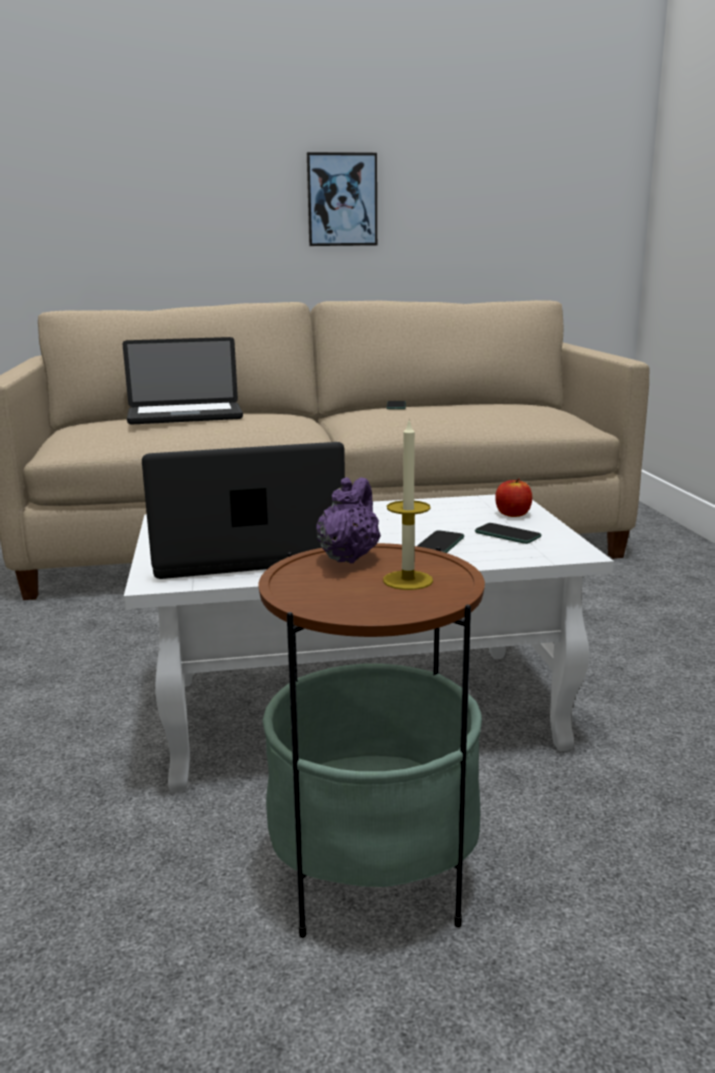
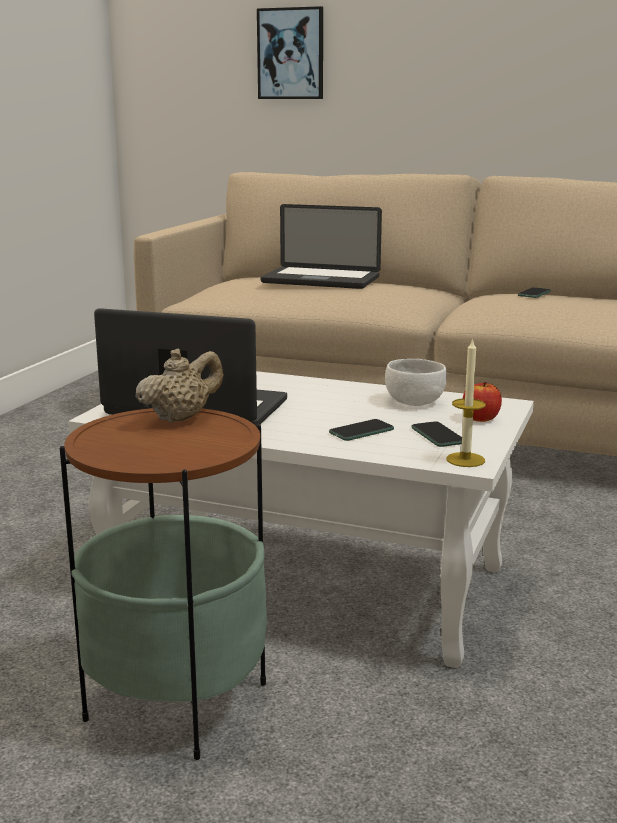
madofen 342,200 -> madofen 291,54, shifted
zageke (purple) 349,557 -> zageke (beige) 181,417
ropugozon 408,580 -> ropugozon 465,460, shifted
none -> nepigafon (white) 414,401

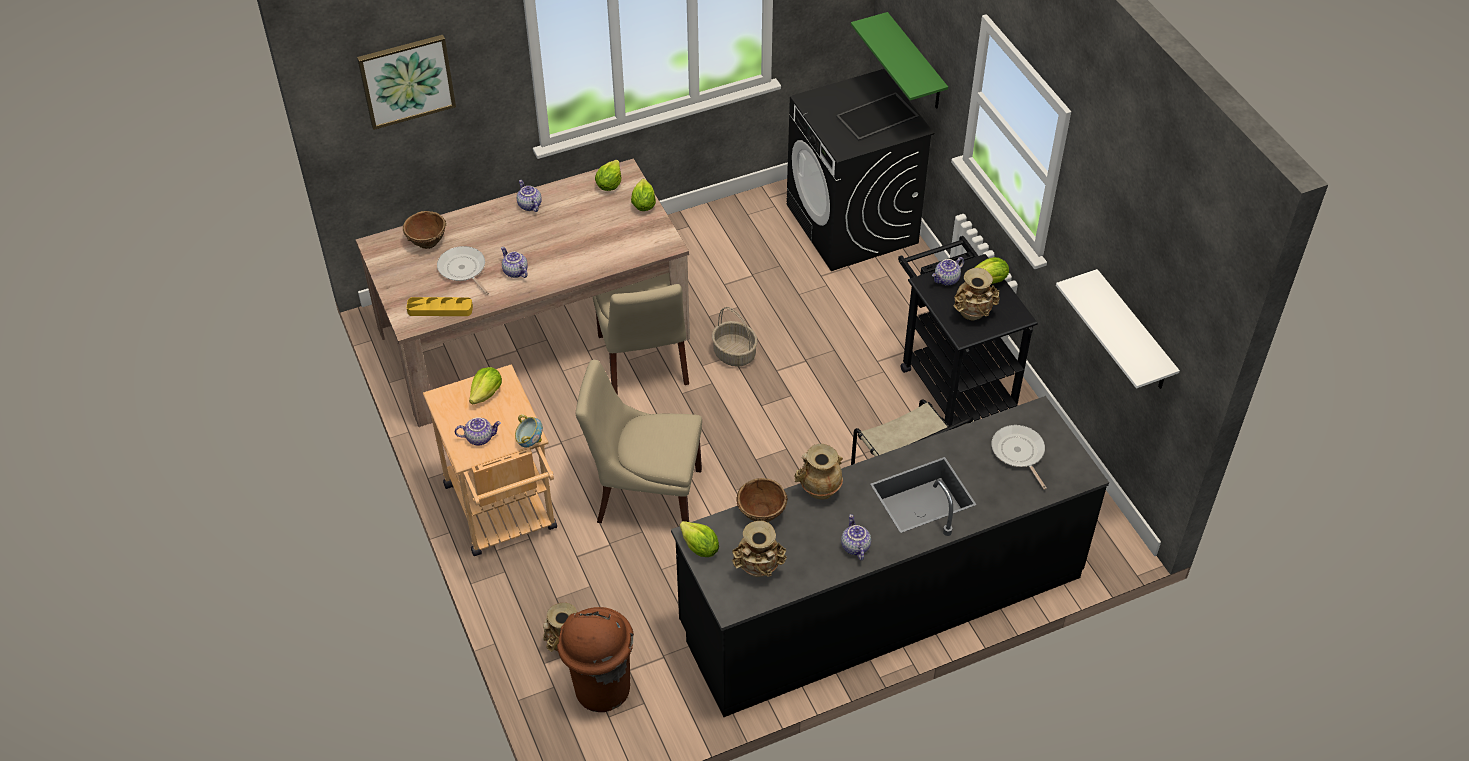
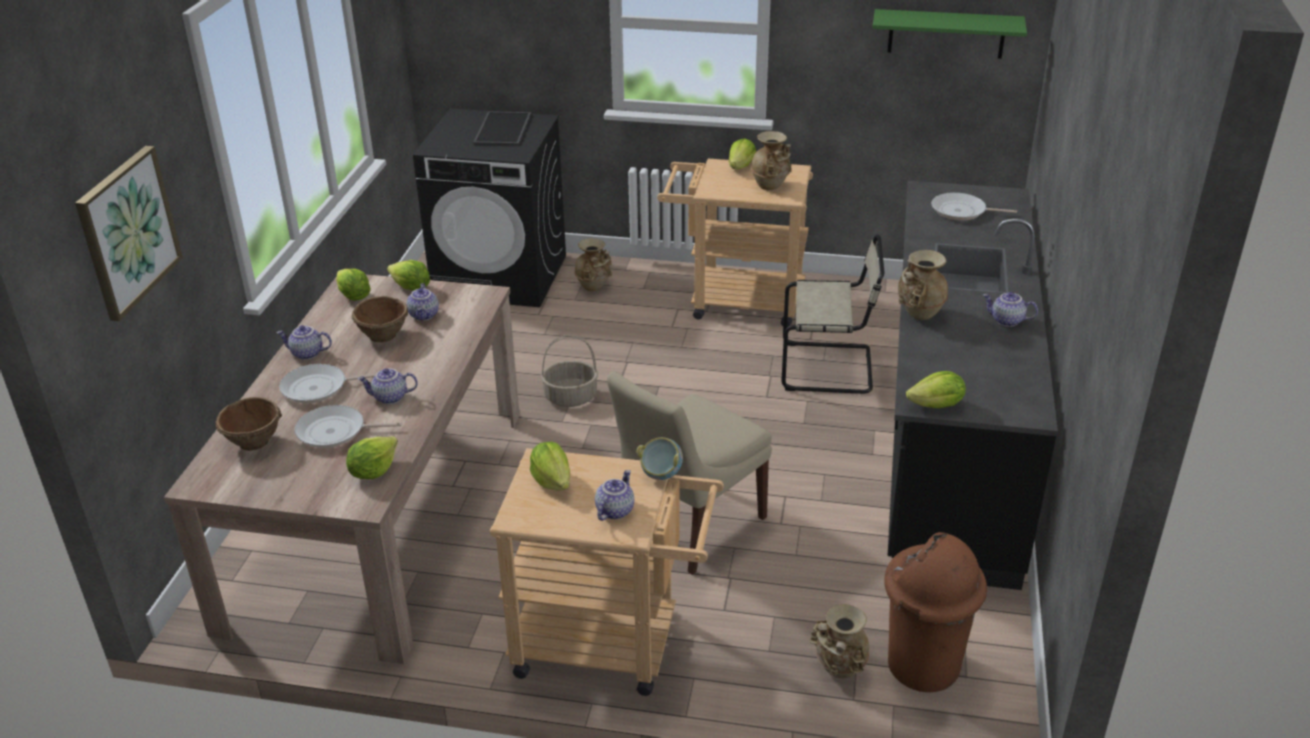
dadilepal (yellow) 440,309 -> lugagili 373,471
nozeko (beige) 643,363 -> none
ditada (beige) 758,569 -> ditada (beige) 594,287, shifted
nepigafon (brown) 761,514 -> nepigafon (brown) 384,336, shifted
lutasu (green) 915,63 -> lutasu (green) 946,34, shifted
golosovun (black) 952,380 -> golosovun (beige) 735,301
zageke 947,280 -> zageke 424,315, shifted
lutasu (white) 1133,333 -> none
none -> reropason 318,388

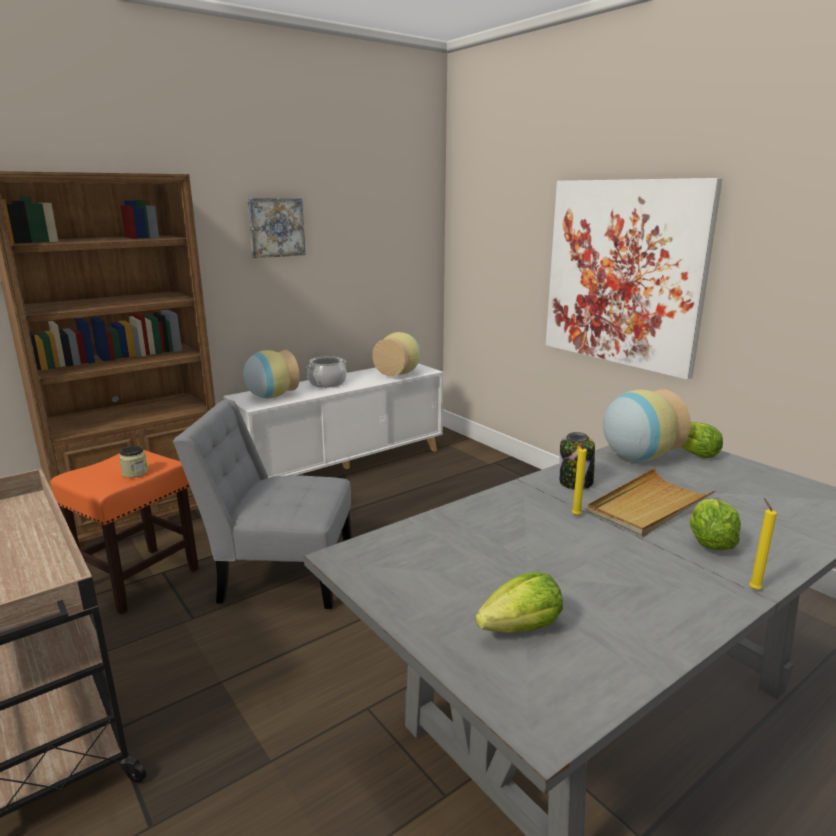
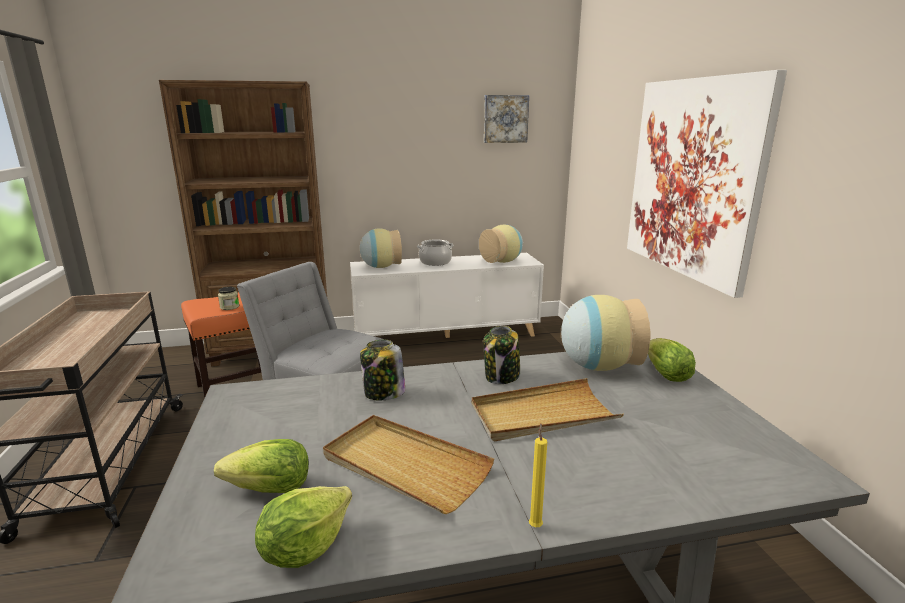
madofen 275,227 -> madofen 505,119, shifted
ropugozon (yellow) 574,515 -> none
lugagili 709,543 -> lugagili 304,548, shifted
none -> dadilepal (beige) 404,466
none -> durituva 383,393

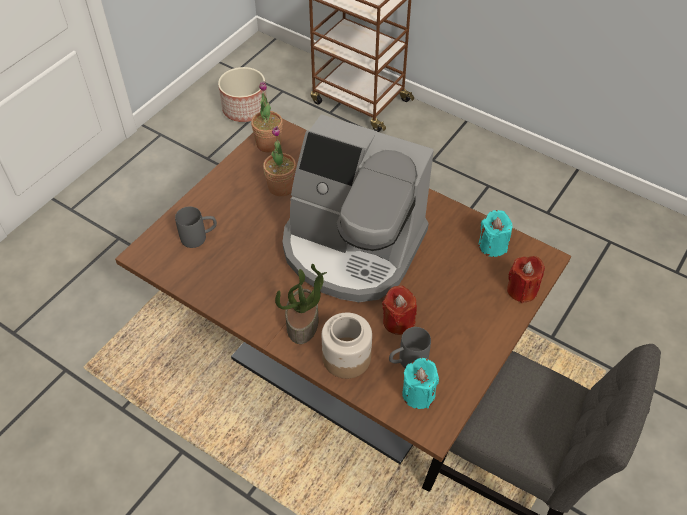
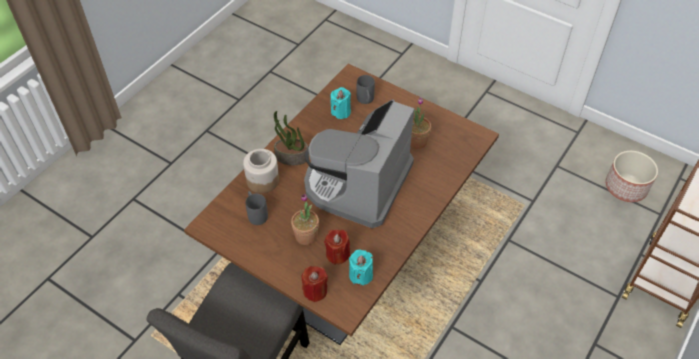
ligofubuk 269,144 -> ligofubuk 306,236, shifted
ropugozon (red) 398,321 -> ropugozon (red) 337,254, shifted
ropugozon (turquoise) 418,394 -> ropugozon (turquoise) 340,112, shifted

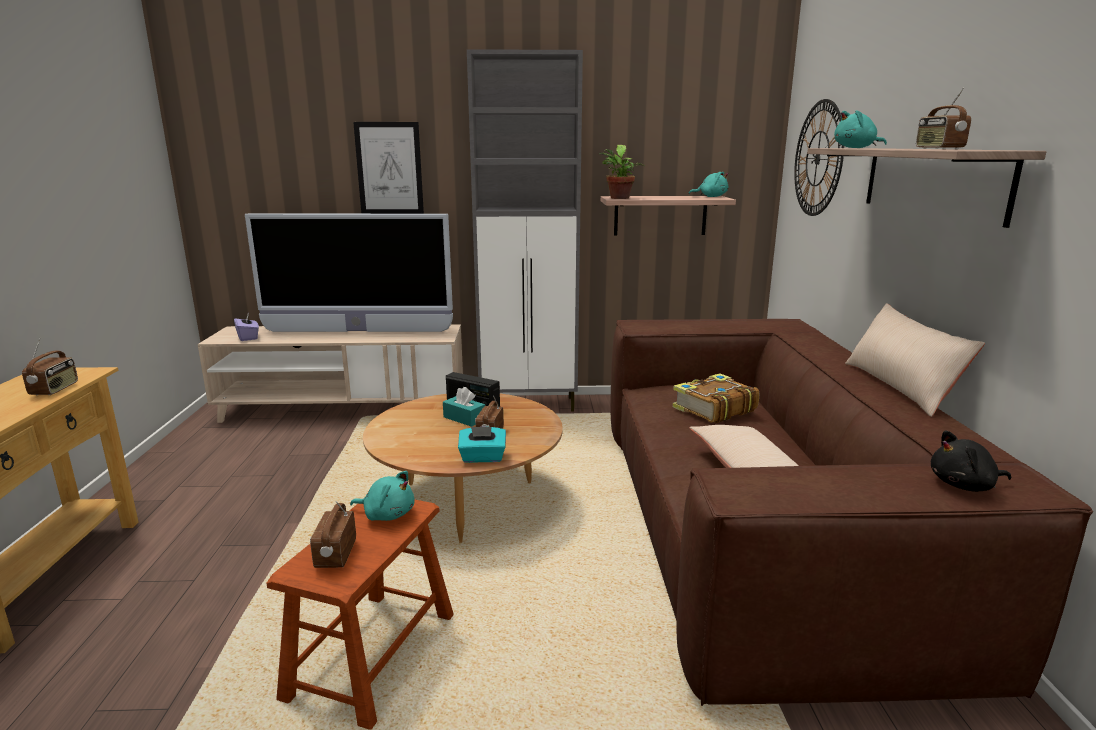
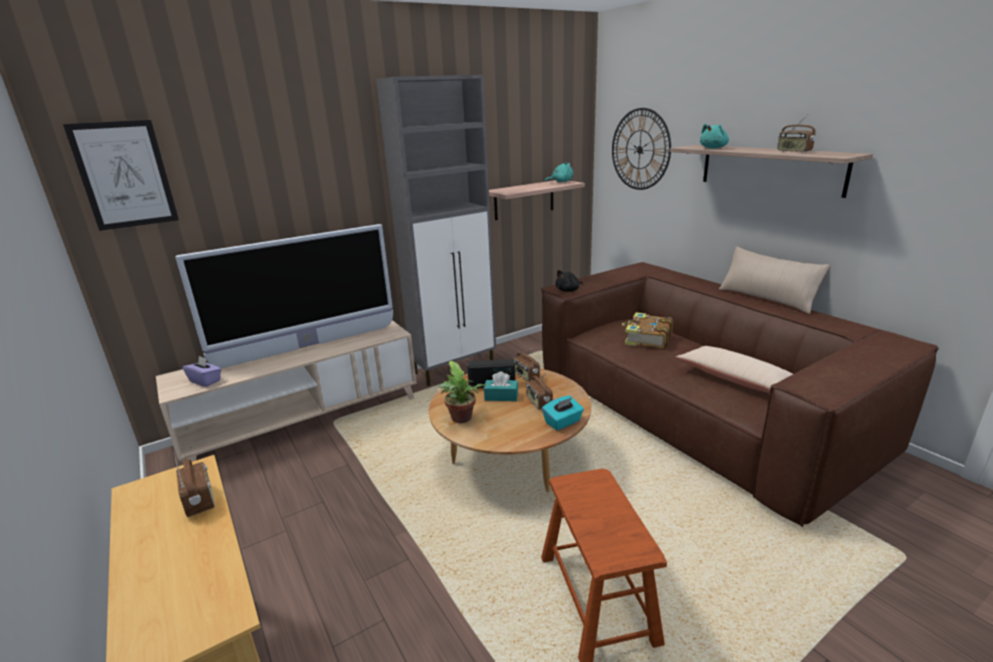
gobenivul 335,555 -> gobenivul 525,376, shifted
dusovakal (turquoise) 387,514 -> none
madofen 389,168 -> madofen 124,175, shifted
ligofubuk 619,198 -> ligofubuk 462,419, shifted
dusovakal (black) 964,485 -> dusovakal (black) 568,290, shifted

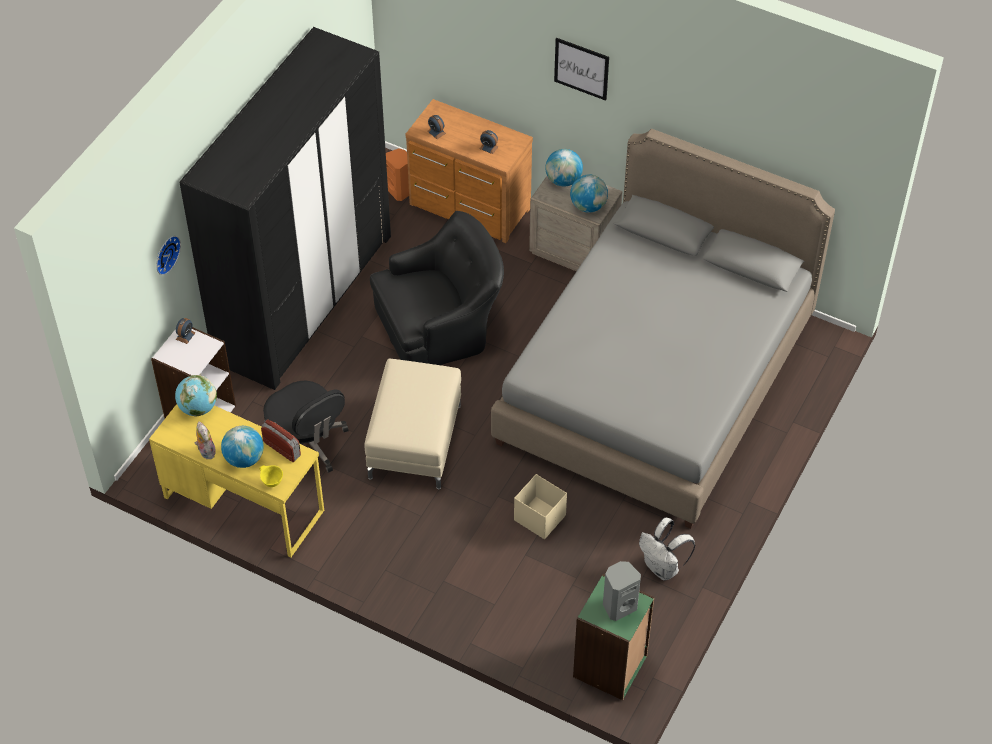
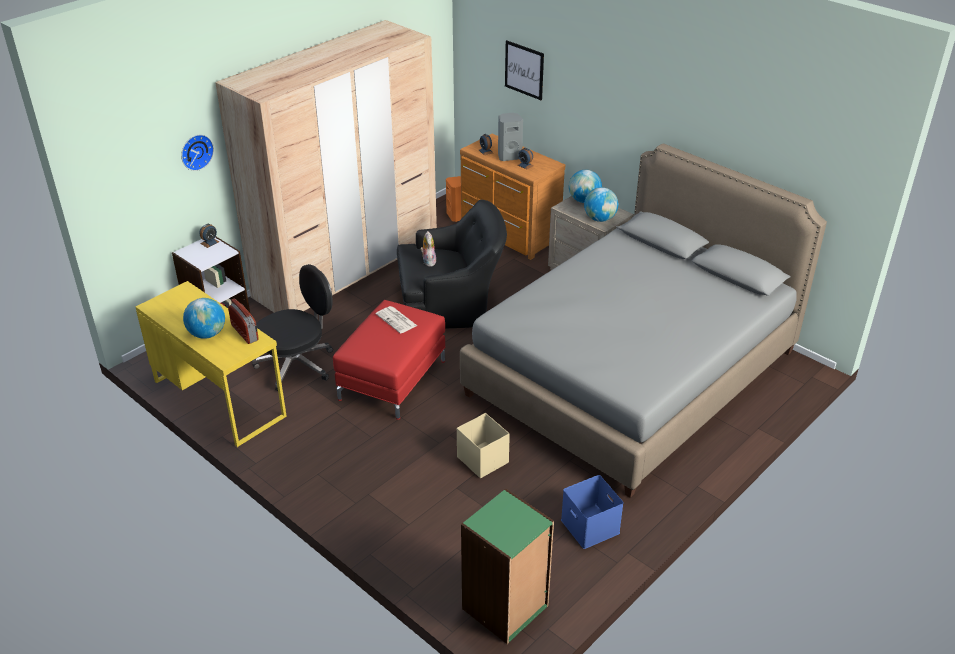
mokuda 198,408 -> none
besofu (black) 304,297 -> besofu (beige) 348,268
dusovakal 205,451 -> dusovakal 428,261, shifted
nepigafon (yellow) 271,482 -> none
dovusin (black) 307,444 -> dovusin (black) 297,365, 105 degrees counterclockwise
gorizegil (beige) 414,440 -> gorizegil (red) 392,379
madofen 581,68 -> madofen 524,70, shifted
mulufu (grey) 619,606 -> mulufu (grey) 509,156, shifted
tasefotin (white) 663,568 -> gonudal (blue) 591,526
none -> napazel 397,320

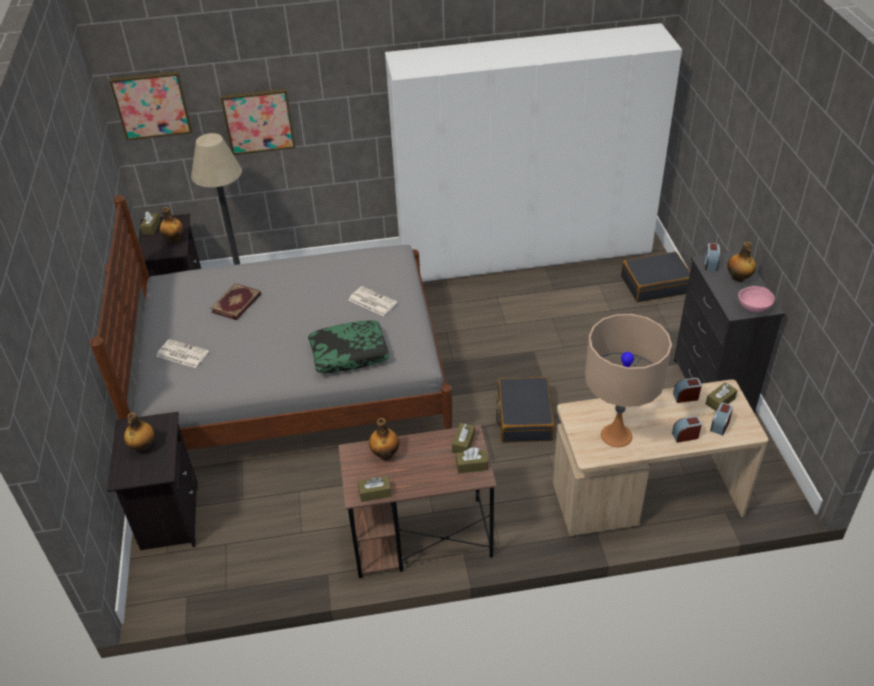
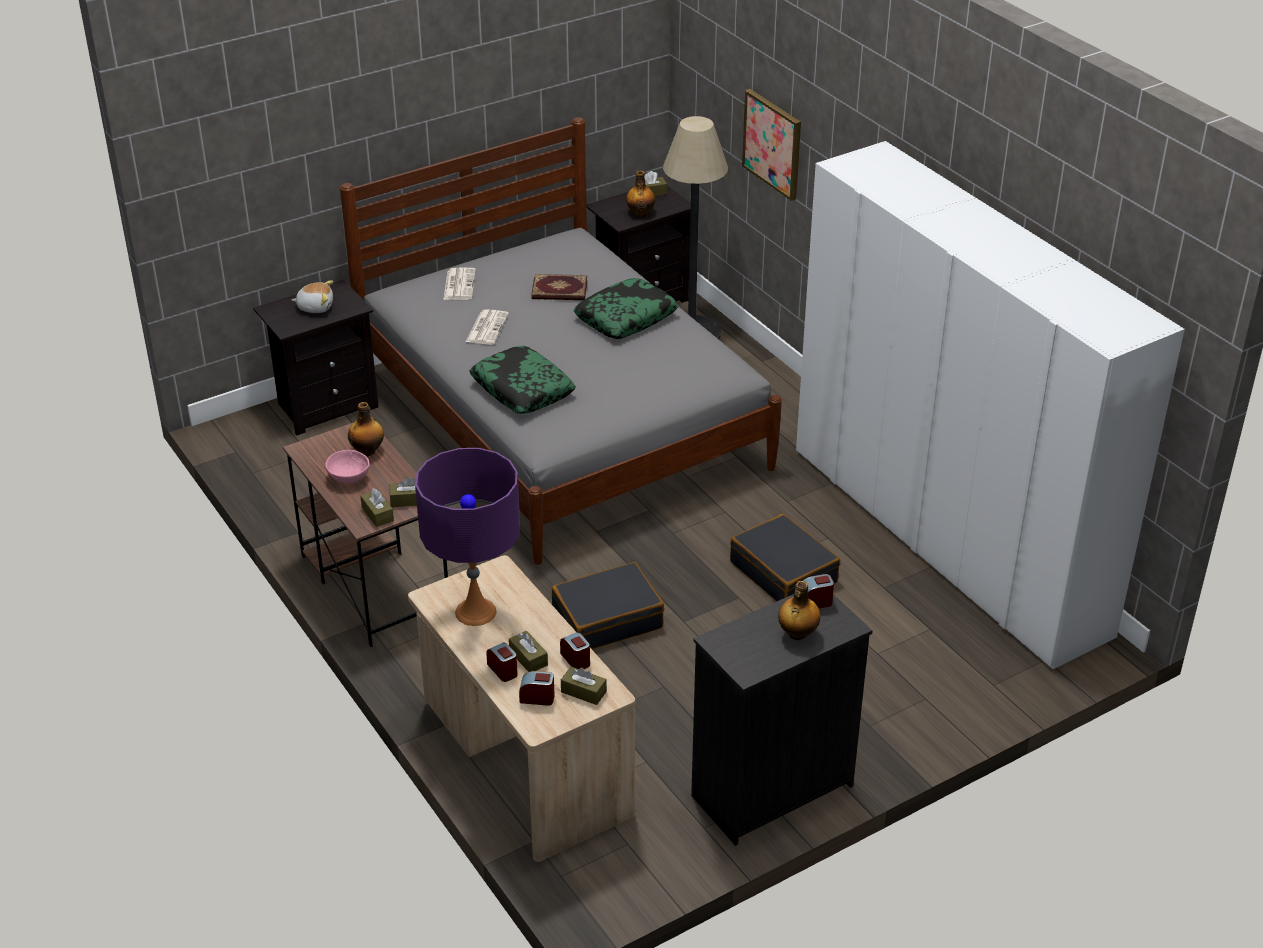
madofen 152,105 -> none
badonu 143,447 -> dusovakal 315,307
napazel 371,301 -> napazel 487,327, shifted
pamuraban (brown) 375,493 -> pamuraban (brown) 528,658, shifted
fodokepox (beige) 616,435 -> fodokepox (purple) 475,612
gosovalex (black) 655,284 -> gosovalex (black) 784,572, shifted
nepigafon (pink) 753,307 -> nepigafon (pink) 348,477, shifted
none -> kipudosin 626,317

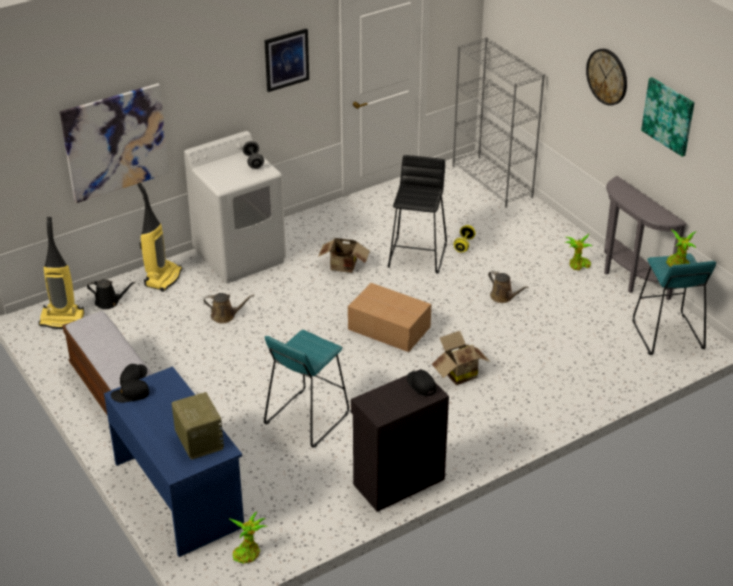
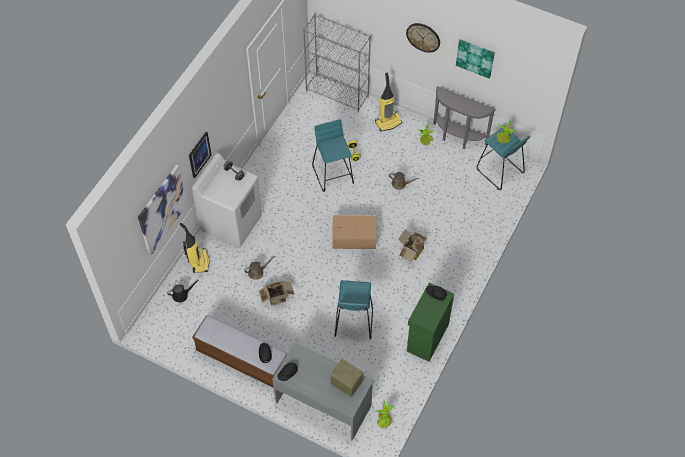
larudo 63,319 -> larudo 388,122, shifted
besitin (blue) 179,494 -> besitin (grey) 323,403
madofen 286,59 -> madofen 199,154, shifted
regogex 344,267 -> regogex 277,298, shifted
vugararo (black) 397,481 -> vugararo (green) 426,337
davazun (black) 417,255 -> davazun (turquoise) 333,174

